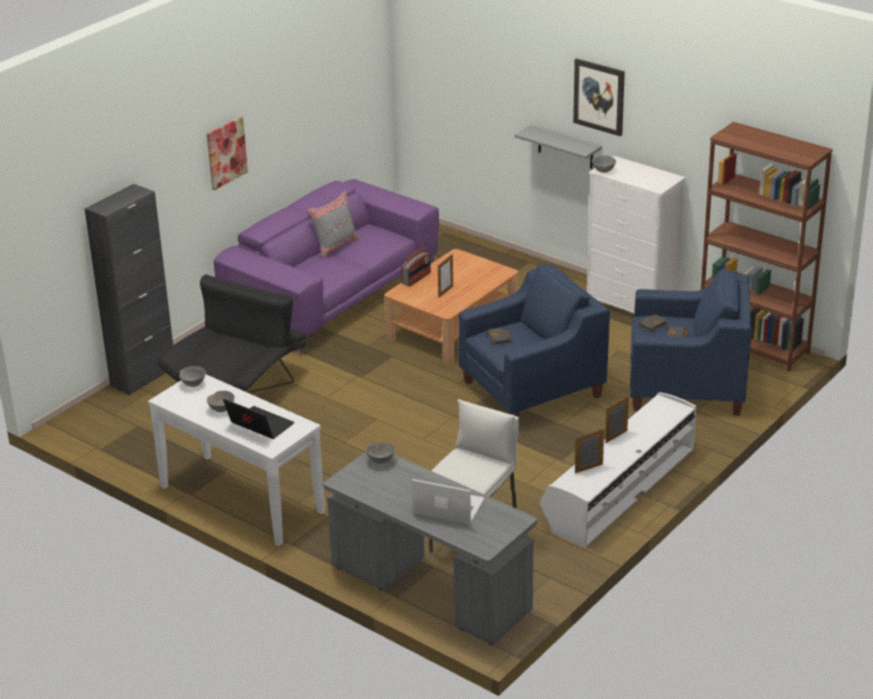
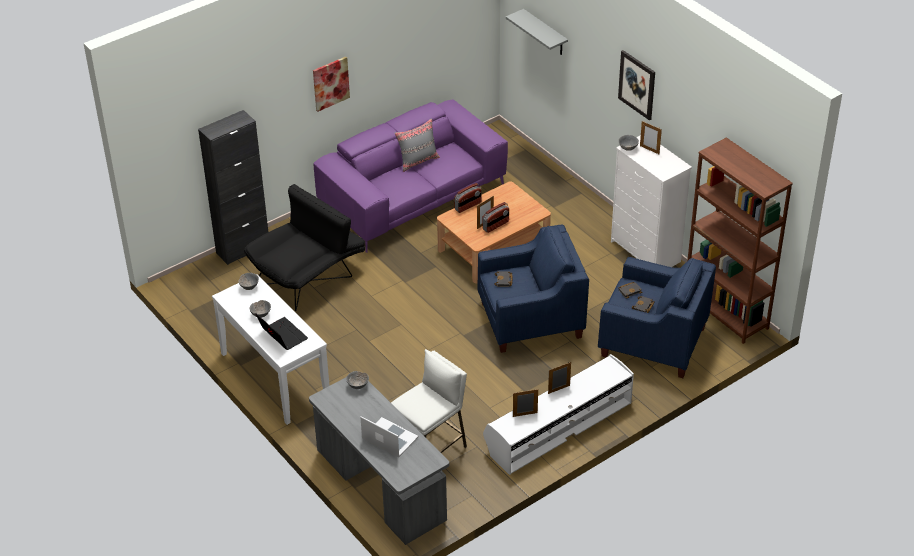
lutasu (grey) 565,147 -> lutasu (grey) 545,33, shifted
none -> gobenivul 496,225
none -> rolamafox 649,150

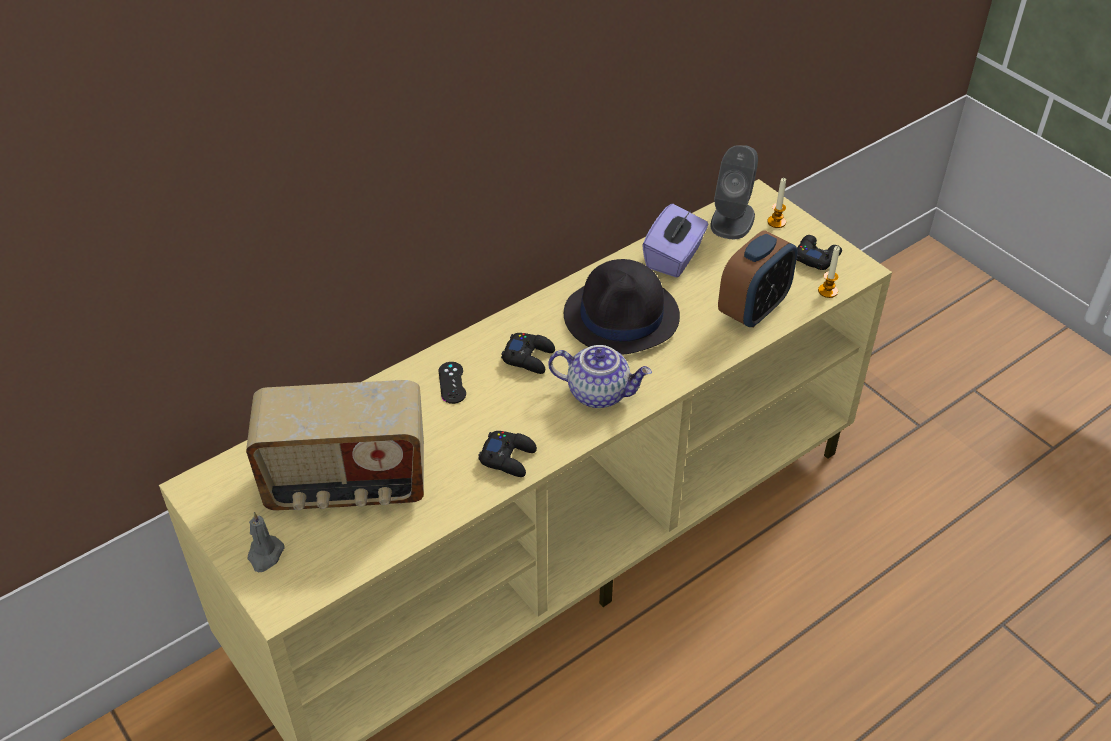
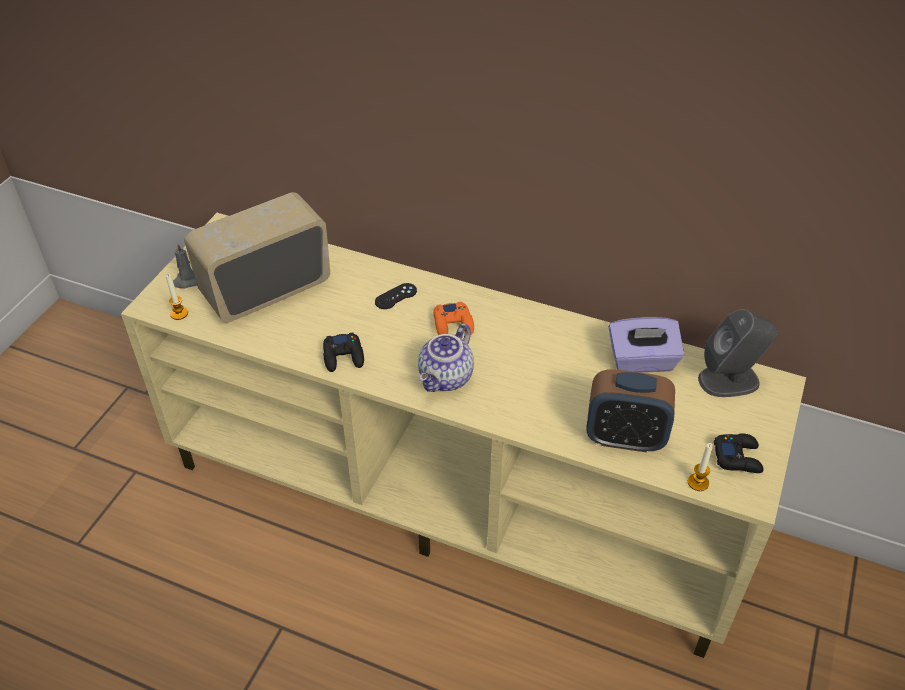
gobenivul 347,485 -> gobenivul 266,289, 90 degrees clockwise
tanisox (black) 529,357 -> tanisox (orange) 453,324
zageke 599,392 -> zageke 446,378, 45 degrees clockwise
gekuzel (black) 622,316 -> none
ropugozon 776,222 -> ropugozon 179,313, shifted

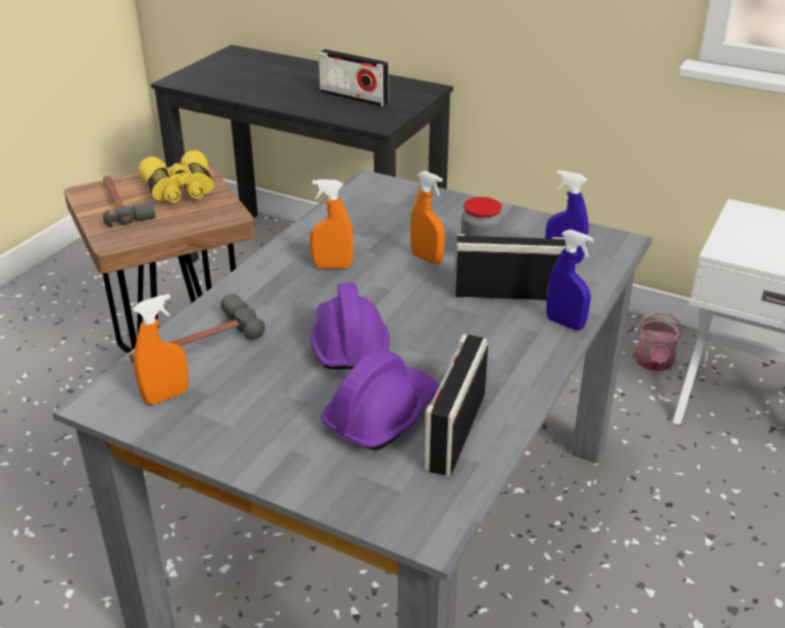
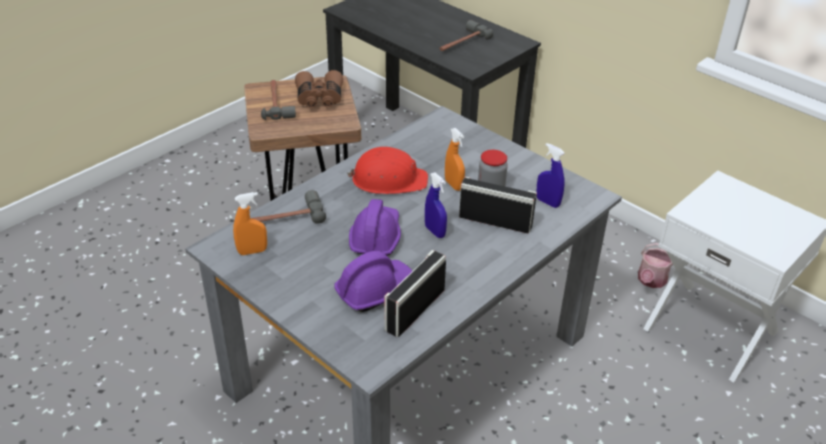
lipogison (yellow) 180,191 -> lipogison (brown) 319,98
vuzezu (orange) 332,266 -> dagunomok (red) 388,180
gobenivul 354,98 -> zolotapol 461,43
vuzezu (blue) 565,323 -> vuzezu (blue) 435,231, shifted

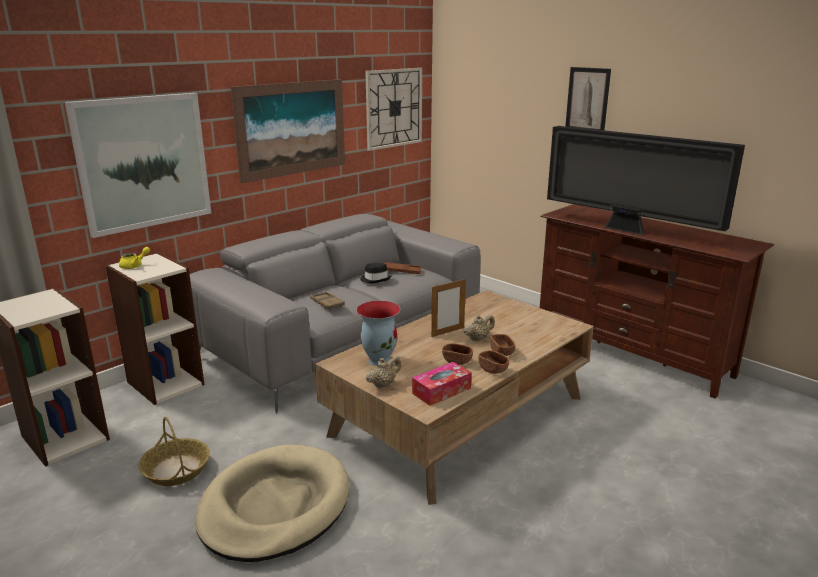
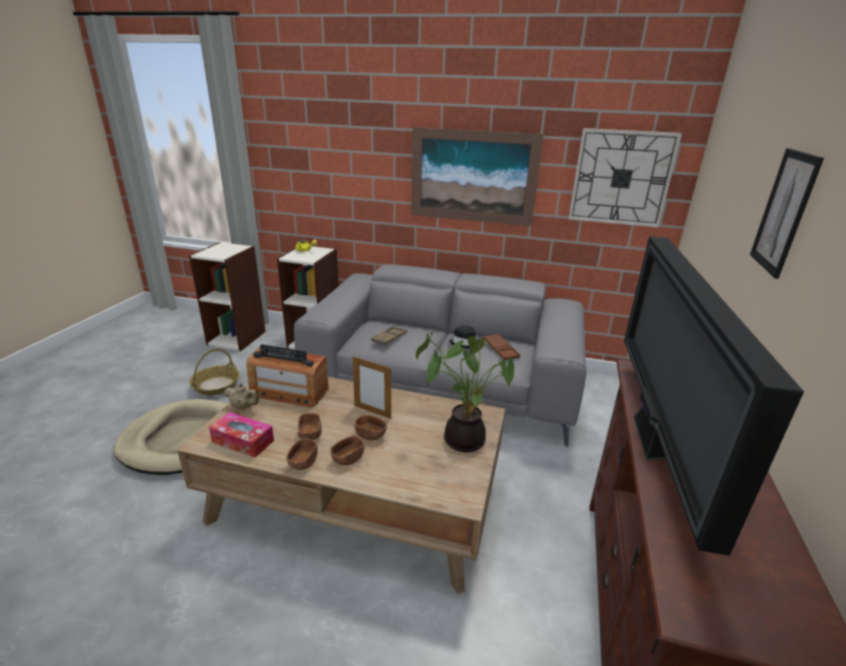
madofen 143,162 -> none
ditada 379,360 -> gobenivul 289,392
zageke (beige) 478,339 -> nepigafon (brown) 370,434
none -> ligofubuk 463,438

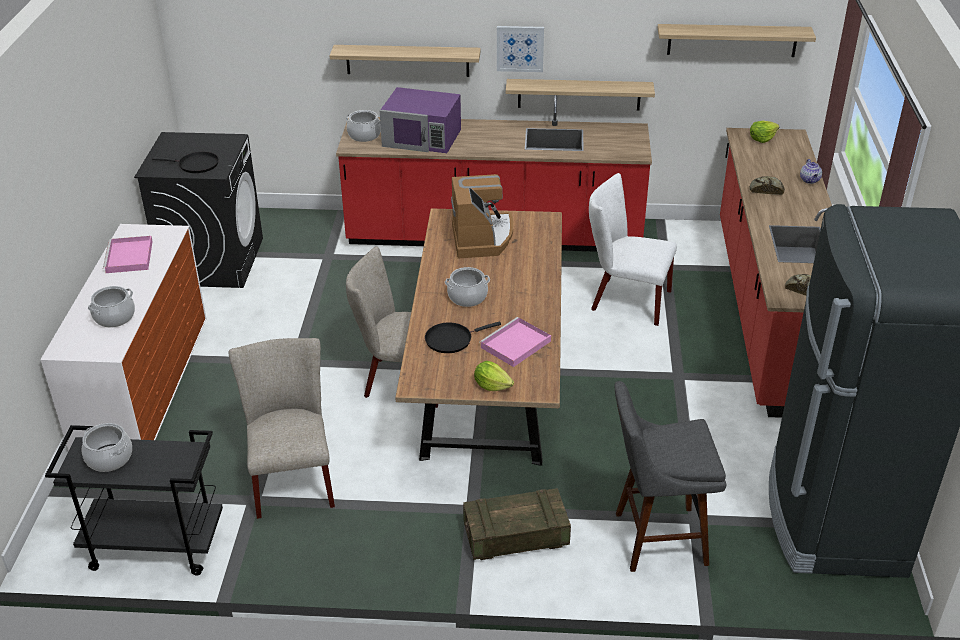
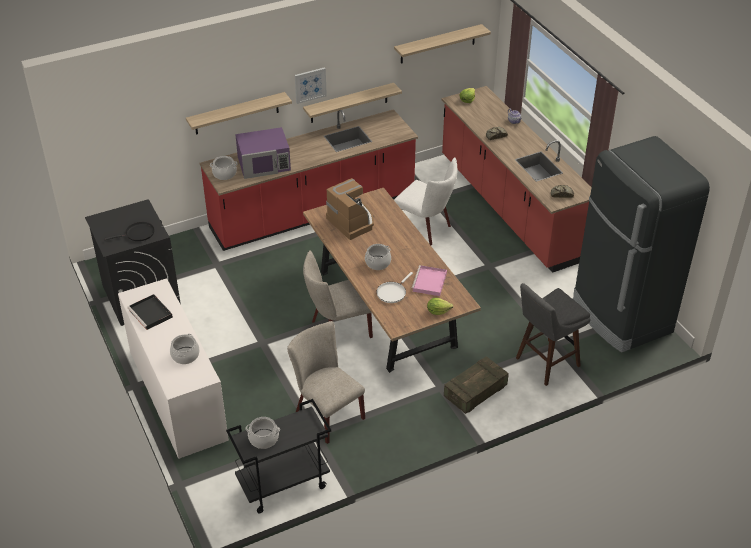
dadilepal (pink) 129,257 -> dadilepal (black) 151,314
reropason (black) 451,339 -> reropason (white) 392,292
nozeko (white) 625,300 -> nozeko (white) 425,228, 135 degrees counterclockwise

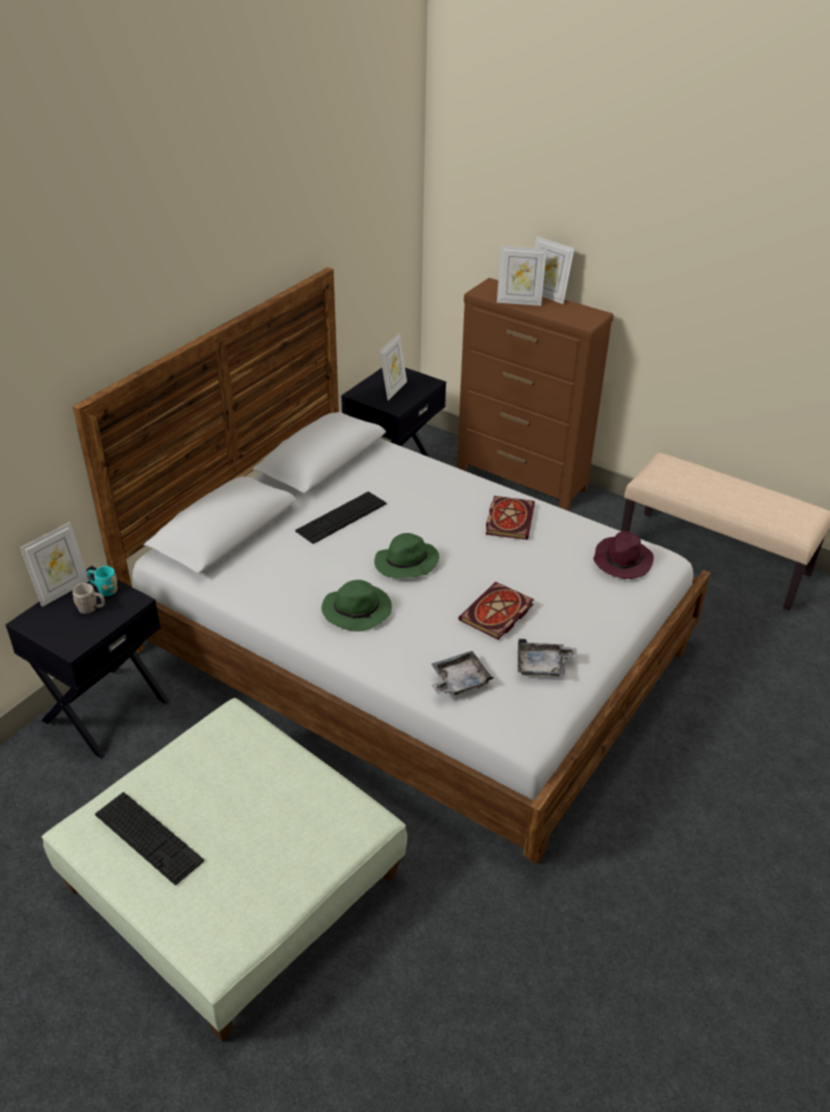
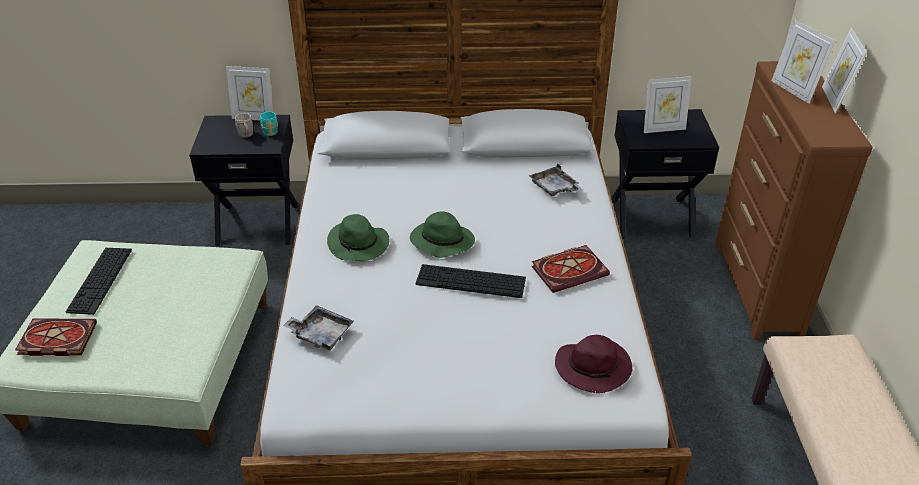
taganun 341,517 -> taganun 470,281, shifted
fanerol 496,614 -> fanerol 55,340, shifted
dadilepal (grey) 543,666 -> dadilepal (grey) 554,188, shifted

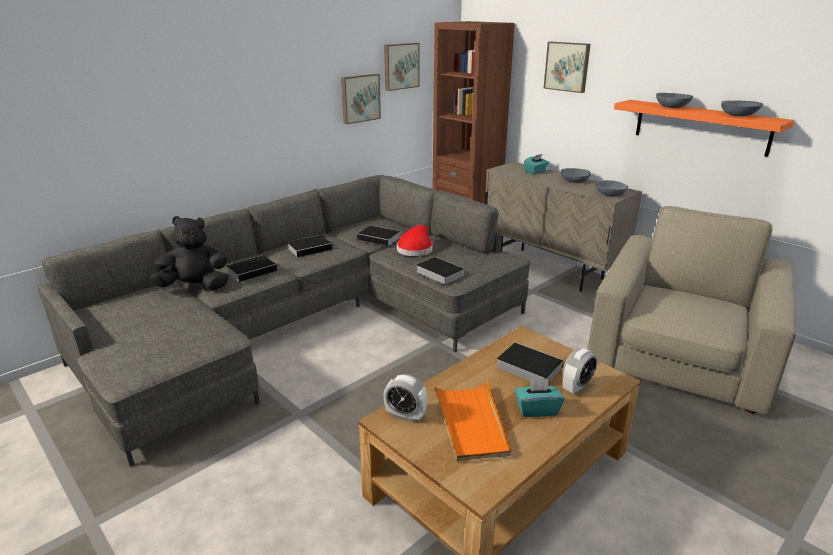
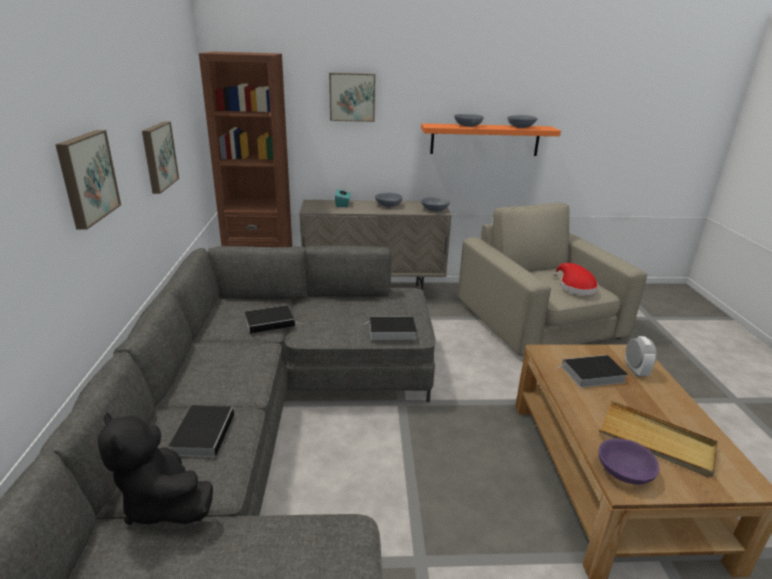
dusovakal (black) 195,287 -> dusovakal (black) 163,503, 75 degrees counterclockwise
fanerol 311,248 -> none
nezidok 405,415 -> nepigafon (purple) 624,471
madofen 400,66 -> madofen 86,177, shifted
gekuzel (red) 415,249 -> gekuzel (red) 575,287, shifted
dadilepal (orange) 471,423 -> dadilepal (beige) 656,441
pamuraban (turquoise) 537,409 -> none

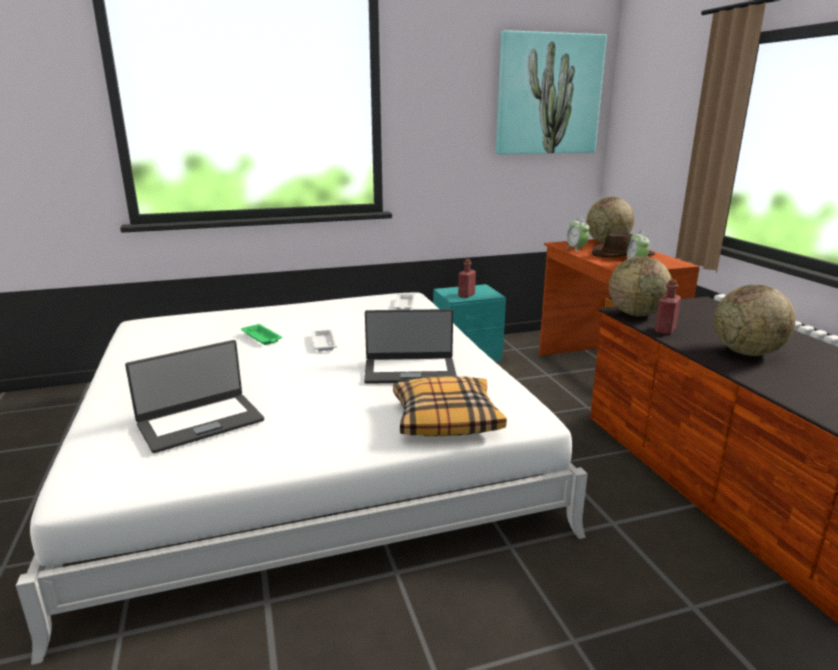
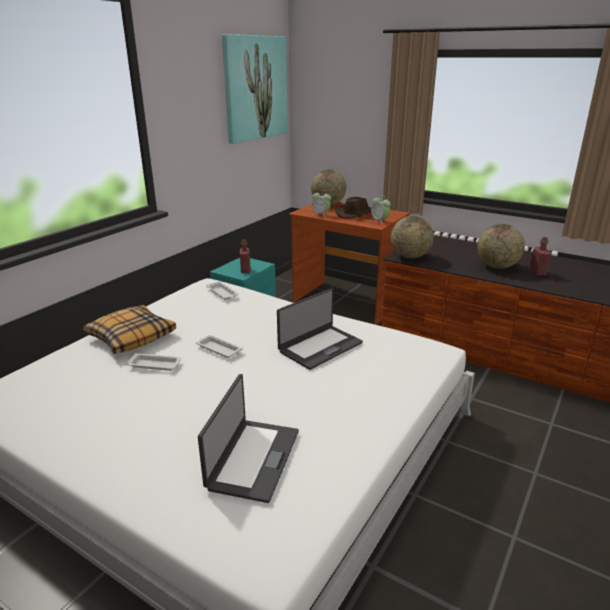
dadilepal (green) 262,338 -> dadilepal (white) 155,365
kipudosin 446,418 -> kipudosin 131,337, shifted
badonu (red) 665,330 -> badonu (red) 537,273, shifted

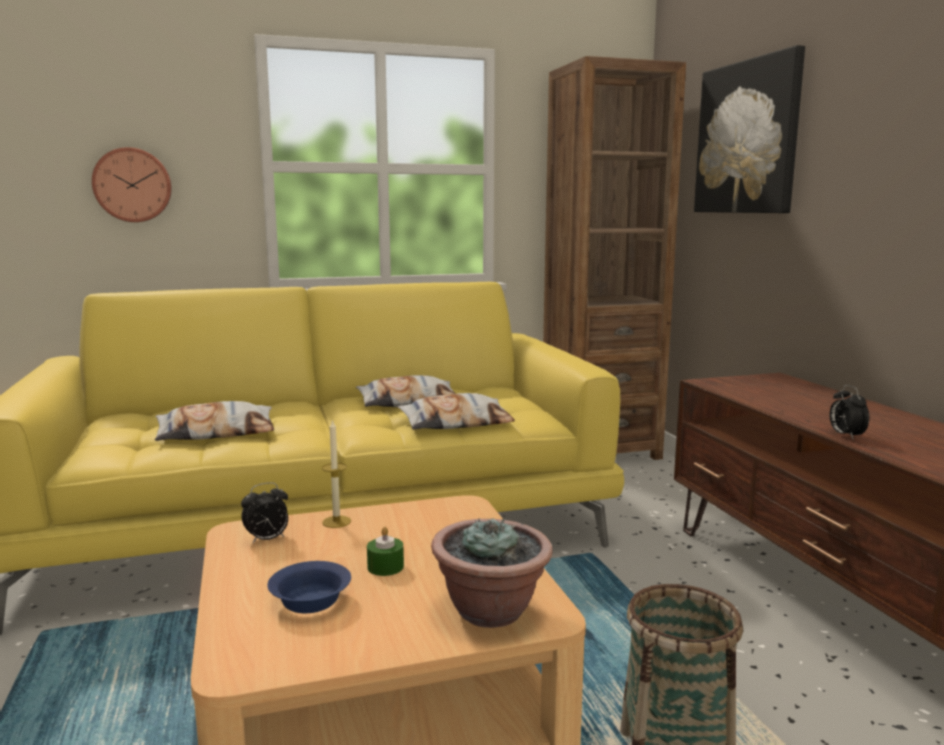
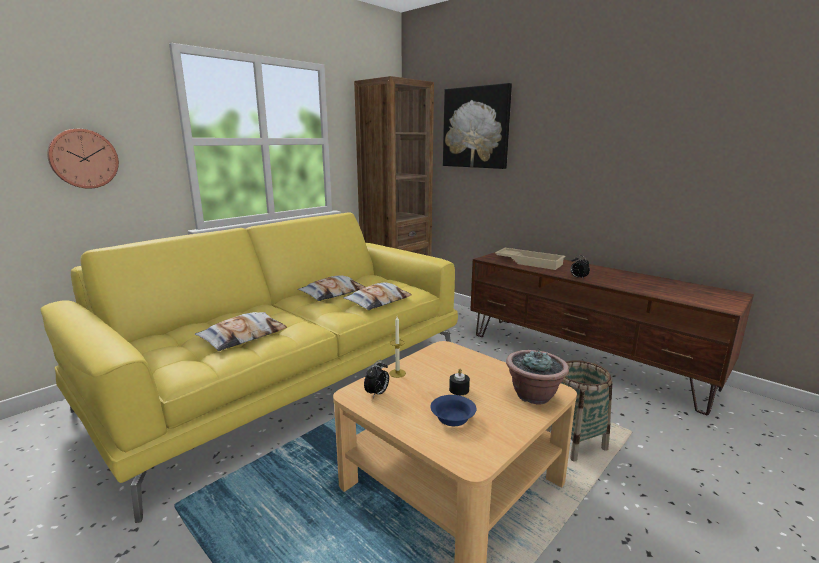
ropugozon (green) 385,567 -> ropugozon (black) 459,390
none -> dadilepal (beige) 529,262

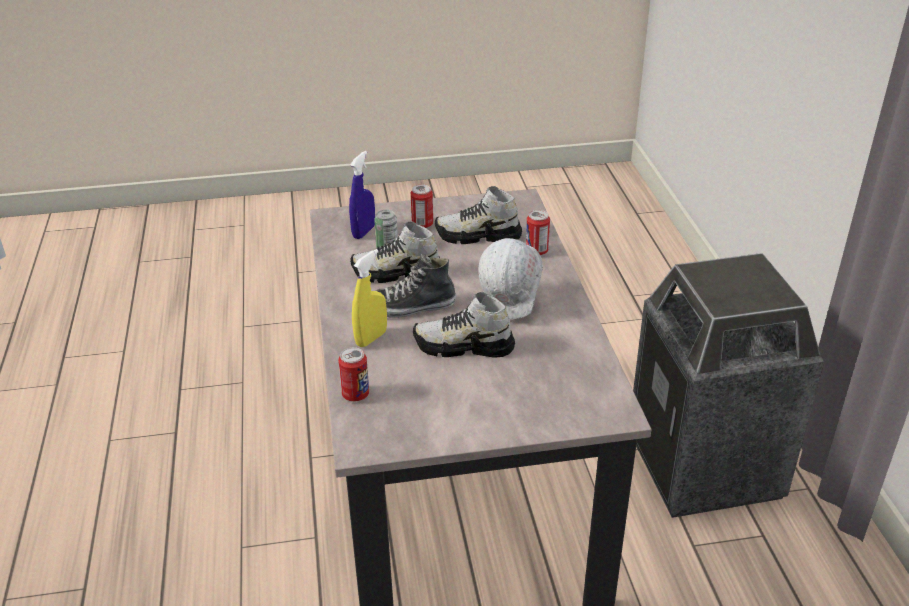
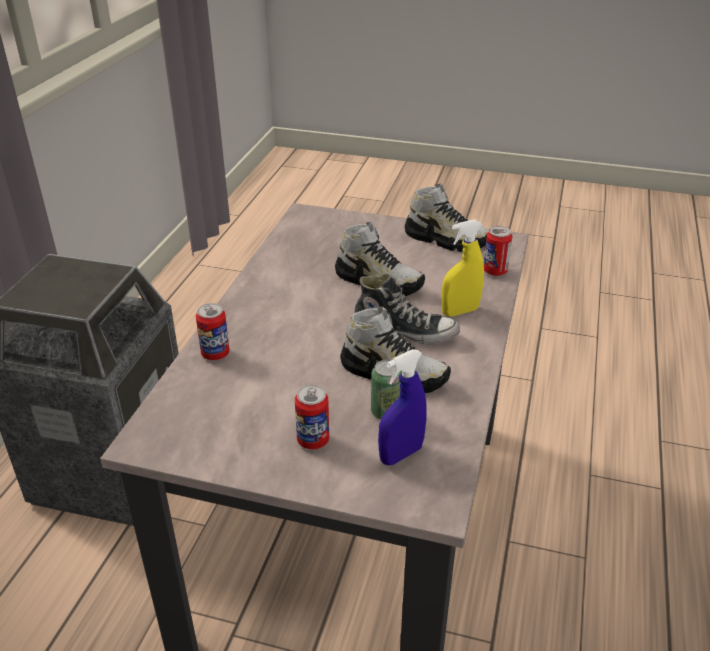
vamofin 478,236 -> vamofin 446,239, shifted
dagunomok (white) 511,305 -> none

